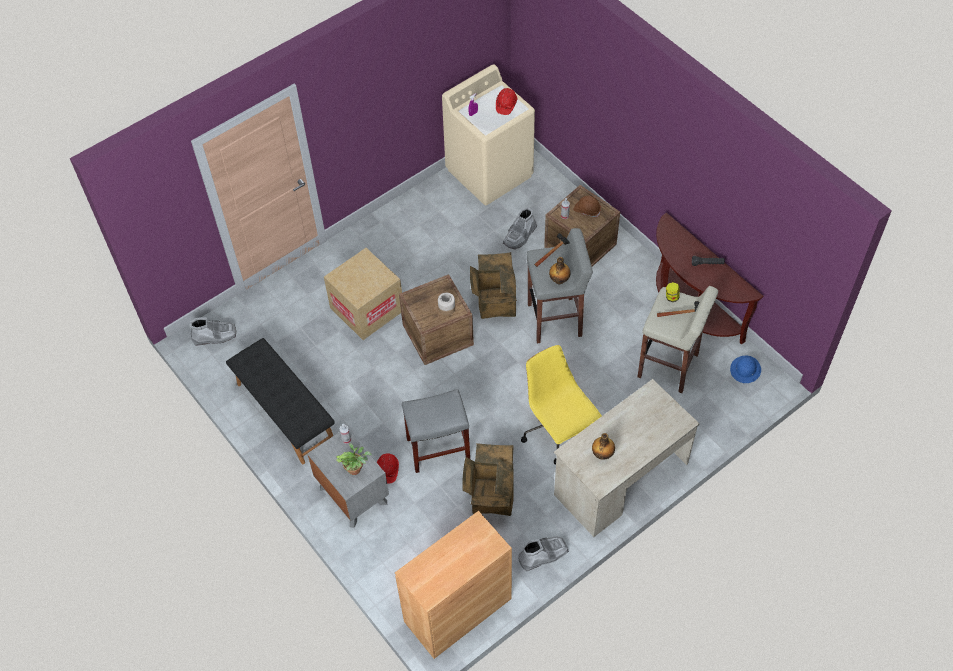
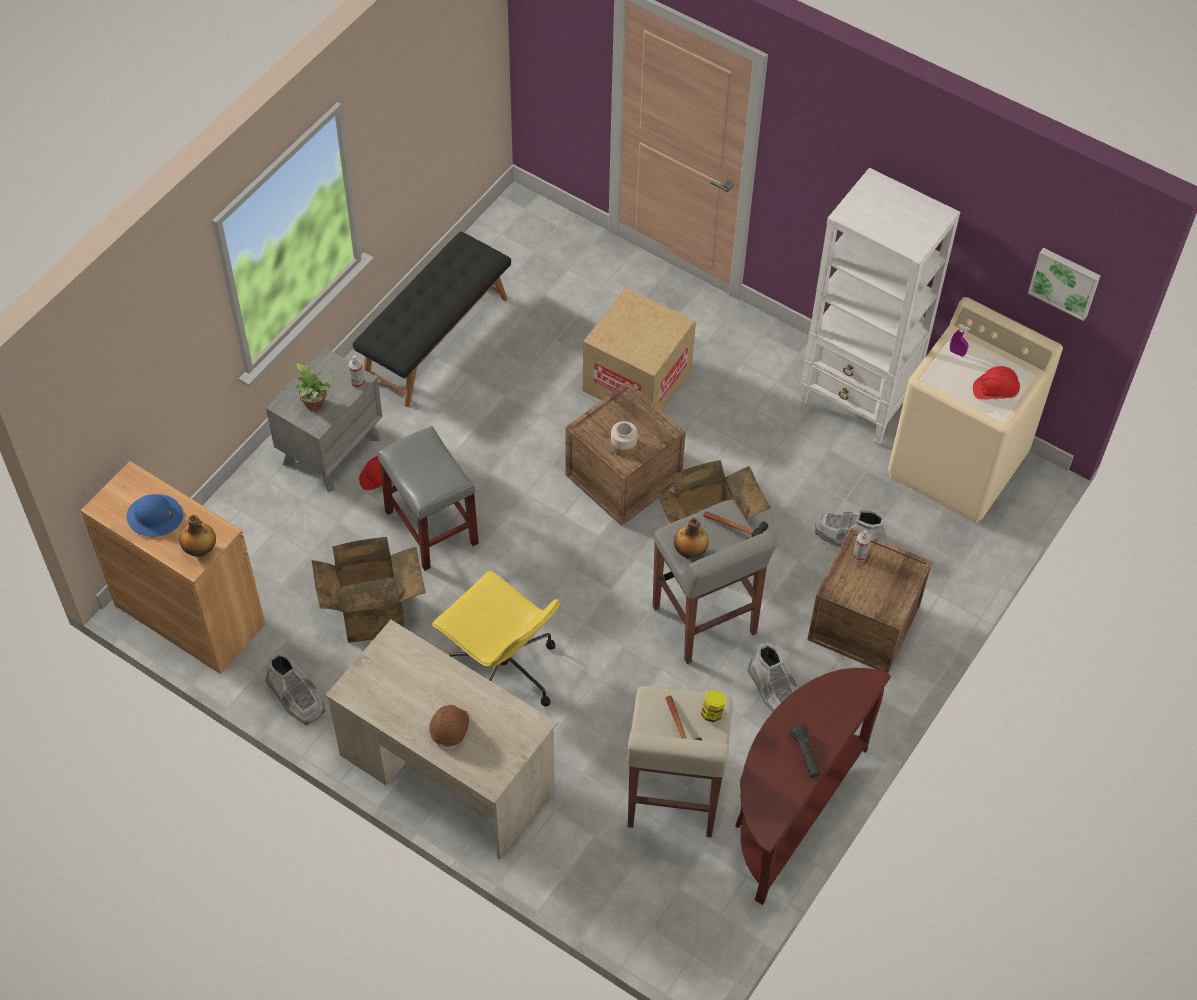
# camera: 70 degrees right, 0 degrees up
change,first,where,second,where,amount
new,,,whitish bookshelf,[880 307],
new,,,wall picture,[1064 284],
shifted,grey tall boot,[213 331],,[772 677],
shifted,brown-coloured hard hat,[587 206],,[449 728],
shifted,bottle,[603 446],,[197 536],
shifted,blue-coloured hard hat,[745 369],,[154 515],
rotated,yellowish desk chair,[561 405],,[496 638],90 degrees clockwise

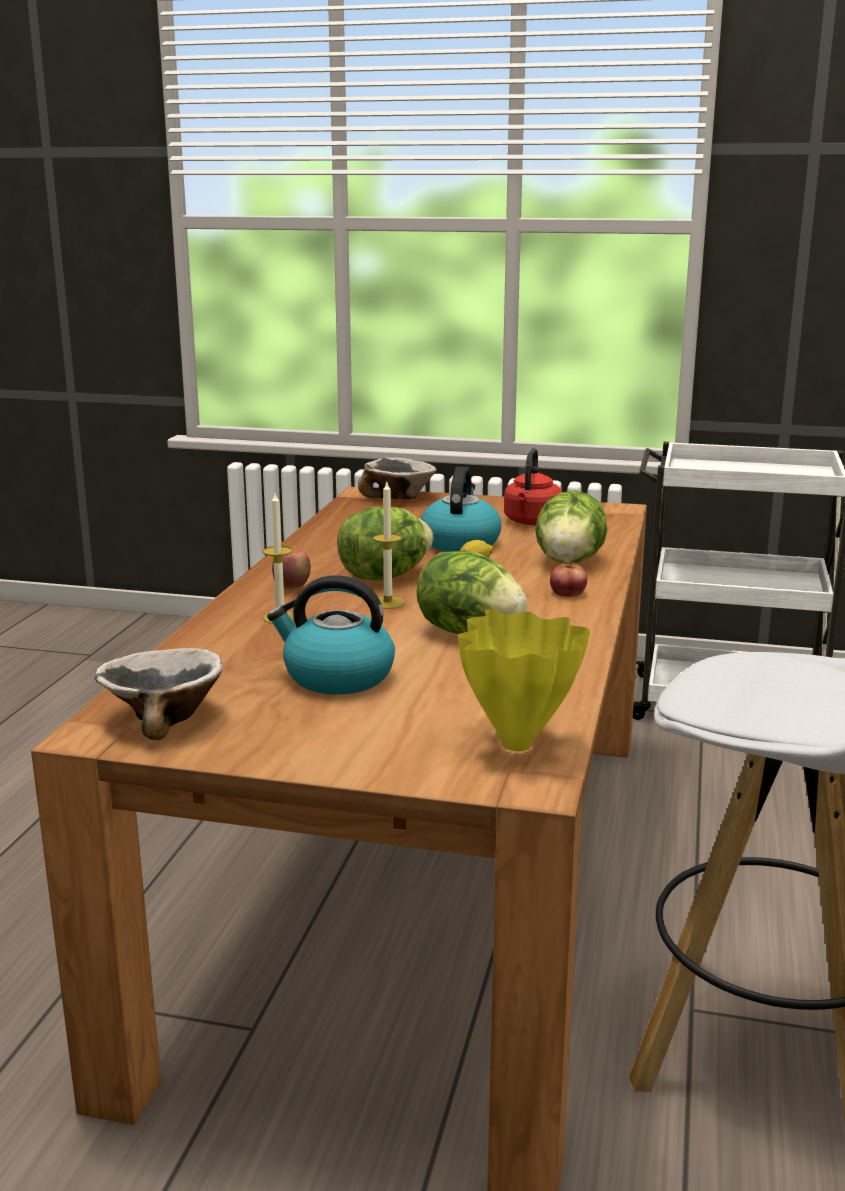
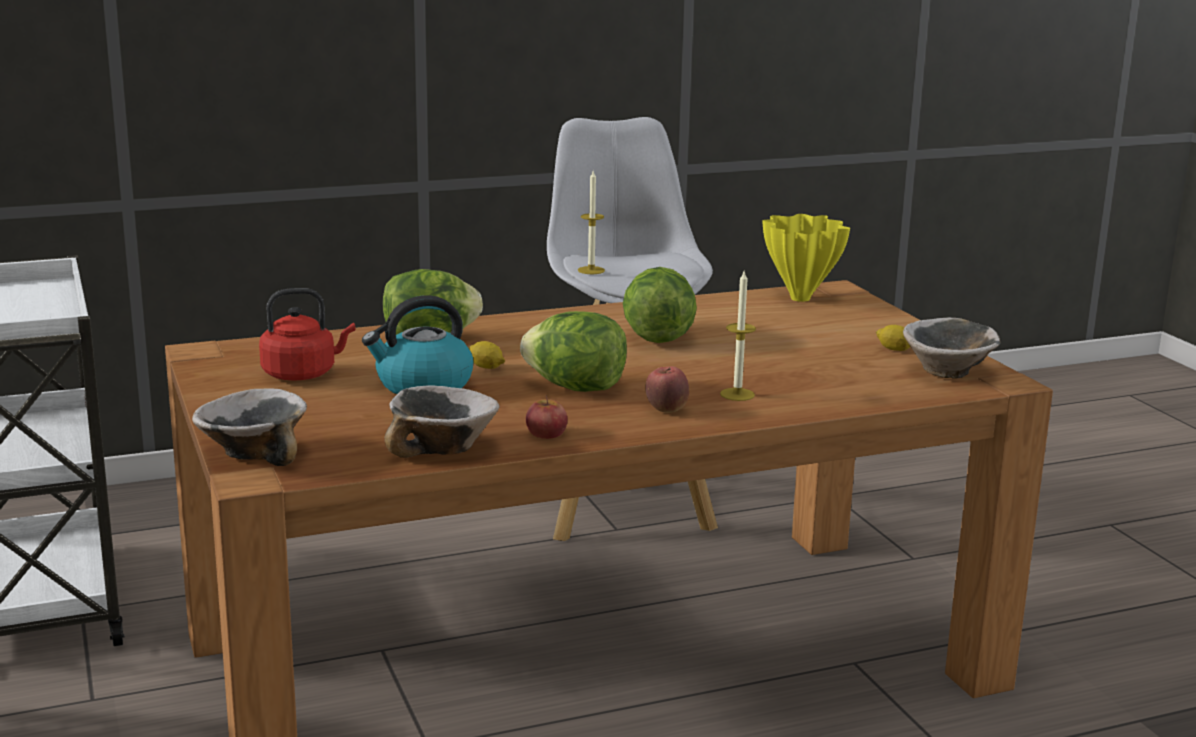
# camera: 125 degrees left, 0 degrees up
change,first,where,second,where,amount
gone,tea kettle,[331 635],,,
new,,,deep dish,[442 421],
new,,,citrus fruit,[893 338],
shifted,wax candle,[389 545],,[591 222],
shifted,apple,[568 578],,[547 417],

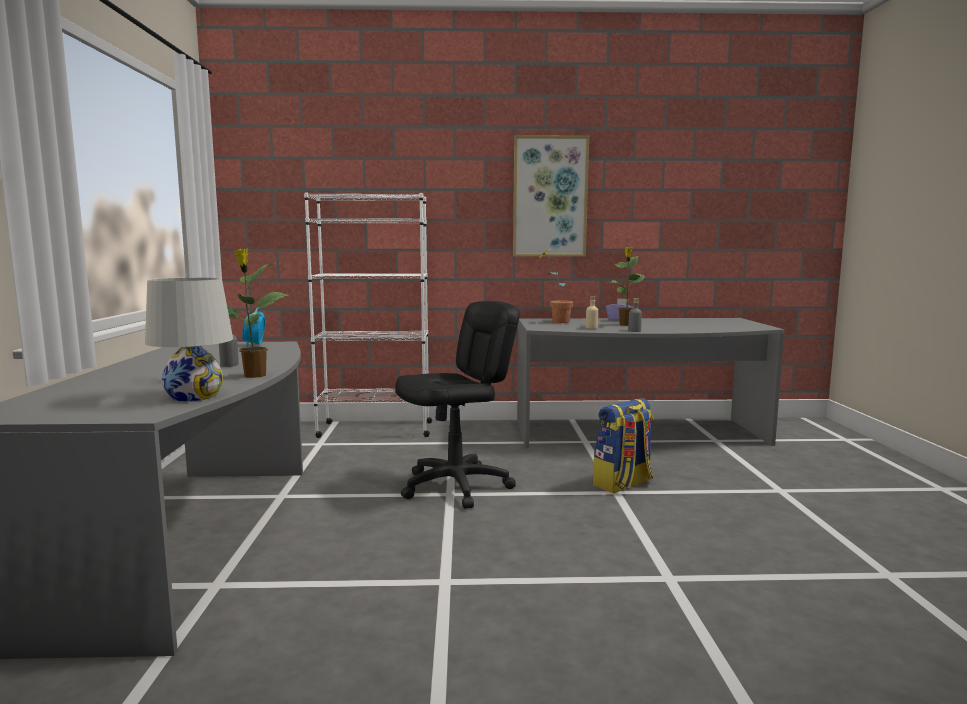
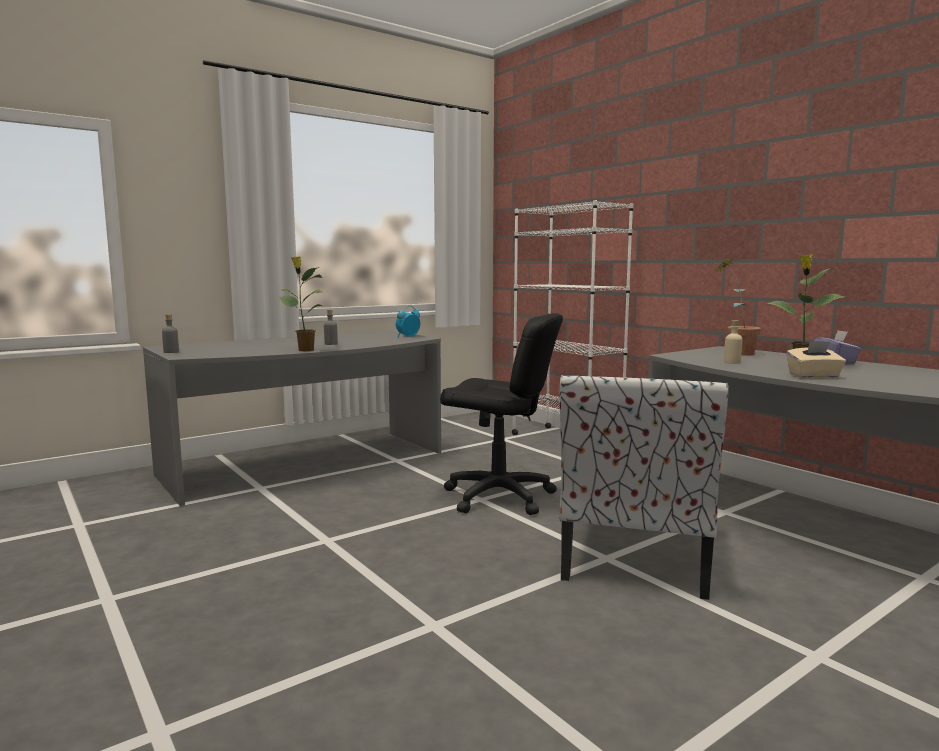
# camera: 55 degrees right, 0 degrees up
change,first,where,second,where,amount
gone,whitish table lamp,[189 339],,,
gone,wall picture,[551 196],,,
new,,,beige-coloured tissue holder,[816 360],
shifted,grey bottle,[635 315],,[170 333],
swapped,knapsack,[623 445],upright chair,[644 487],

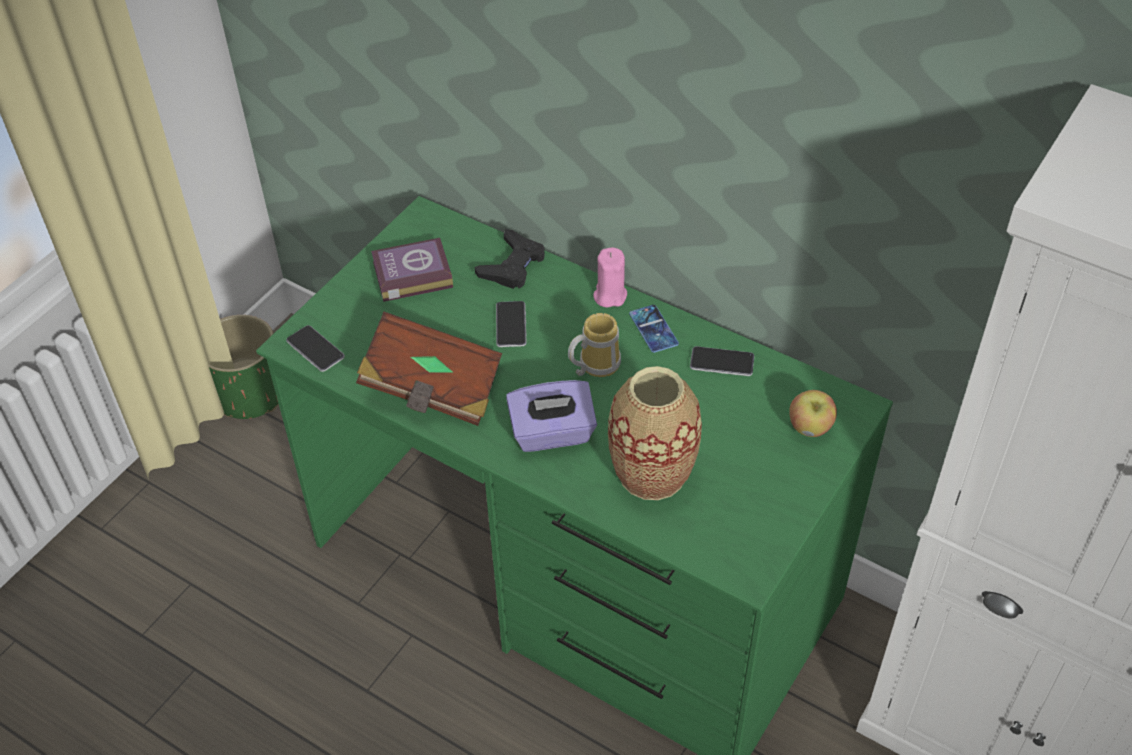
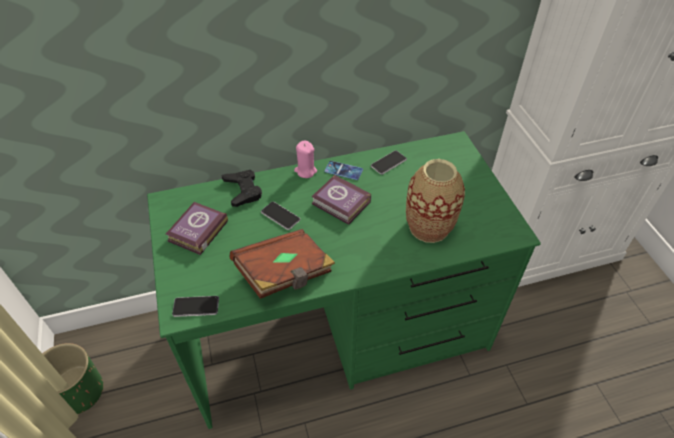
# camera: 50 degrees left, 0 degrees up
change,first,where,second,where,amount
gone,purple tissue holder,[551 416],,,
gone,apple,[813 413],,,
swapped,mug,[594 345],book,[341 200],

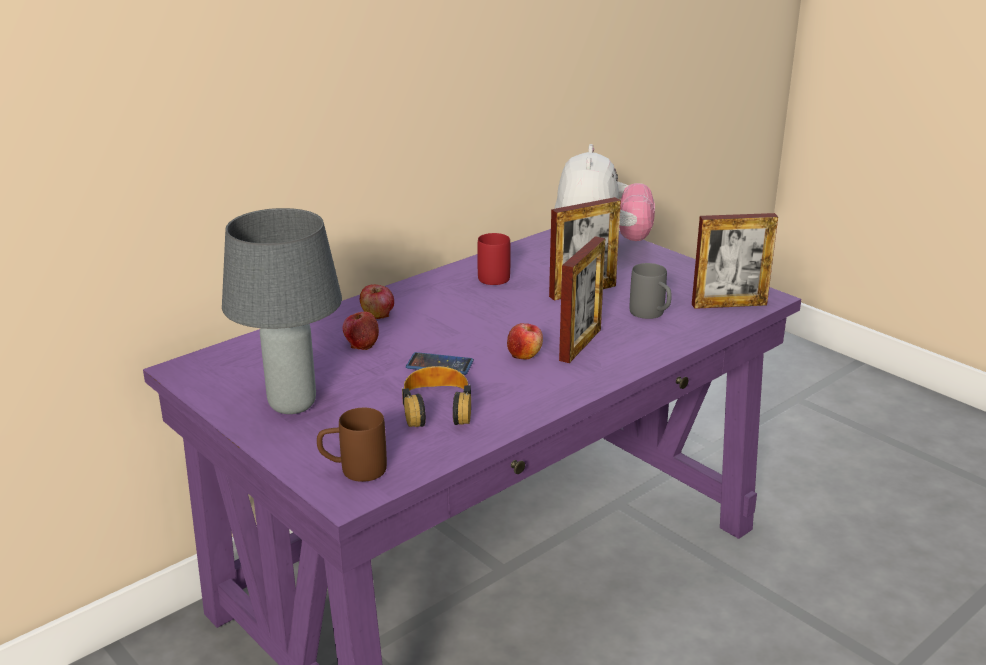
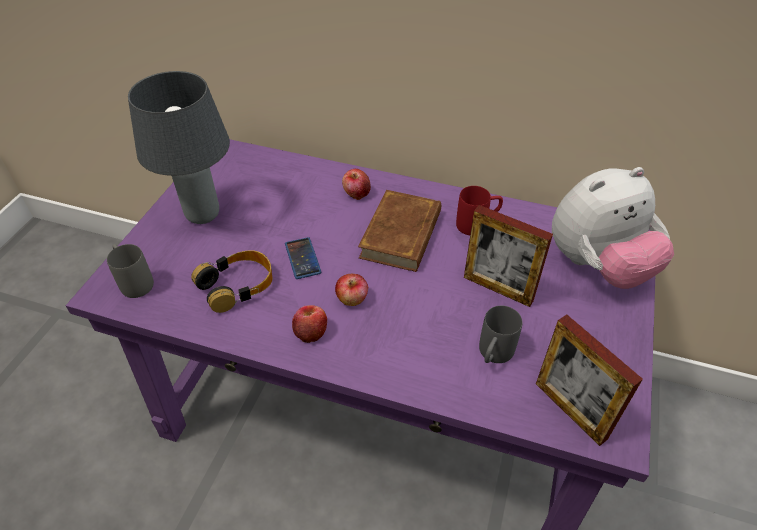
# camera: 60 degrees right, 20 degrees up
change,first,where,second,where,amount
gone,picture frame,[582 299],,,
new,,,brown-coloured book,[399 231],
shifted,apple,[360 330],,[309 324],
repainted,brown-coloured mug,[352 445],grey mug,[130 271],

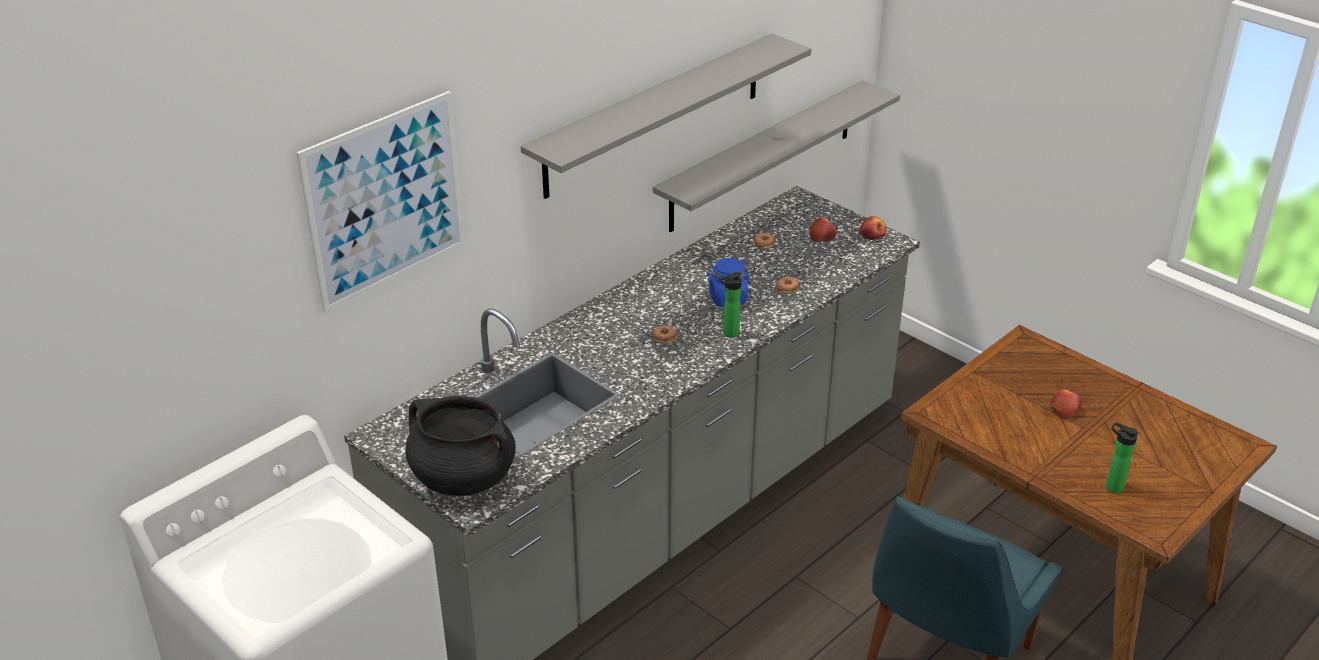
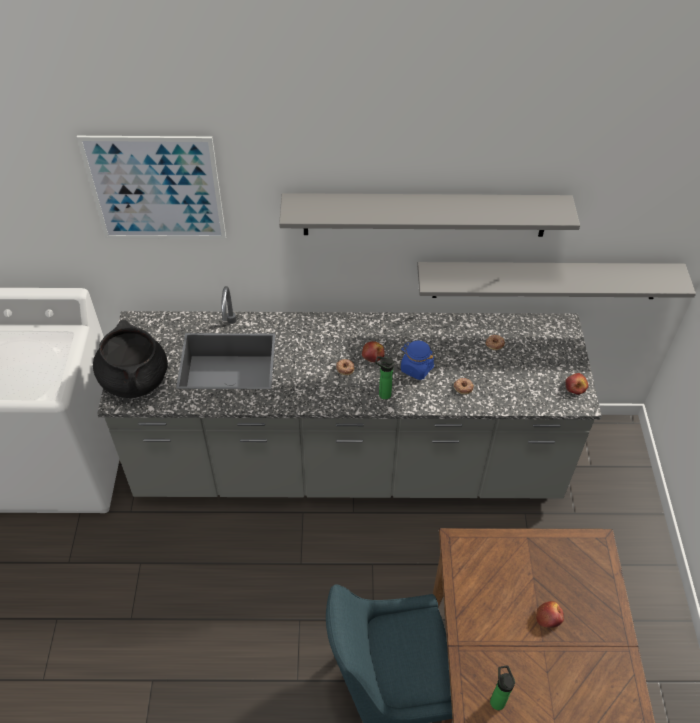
# camera: 45 degrees right, 15 degrees up
change,first,where,second,where,amount
shifted,apple,[823 230],,[373 351],

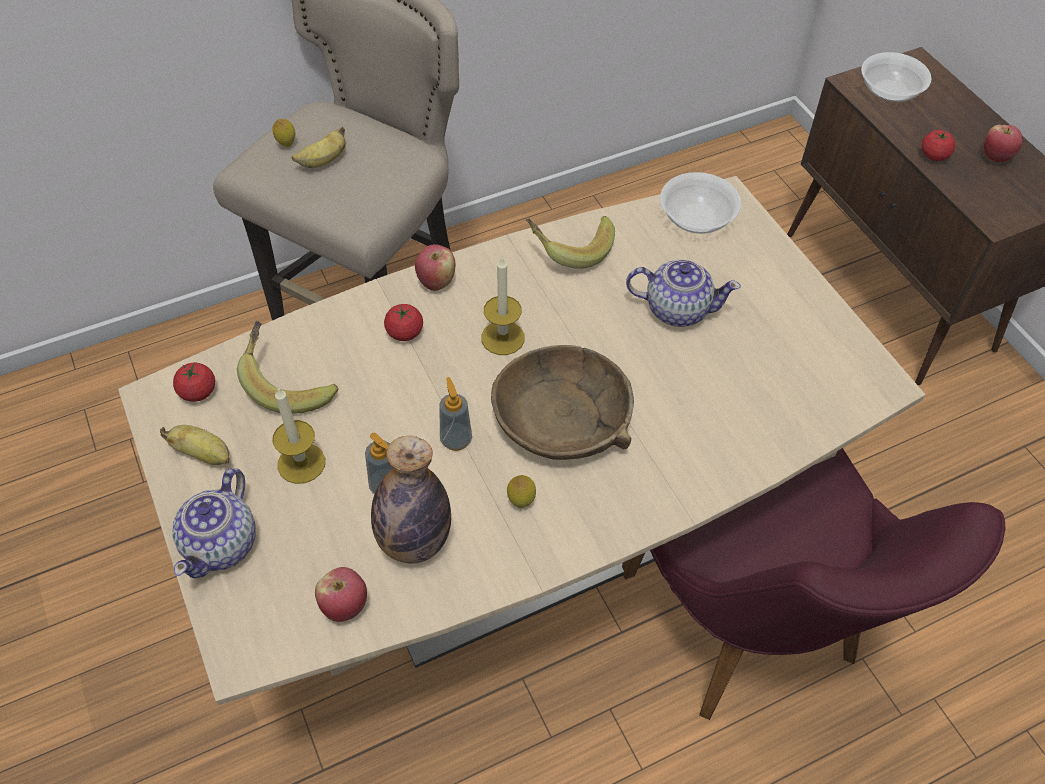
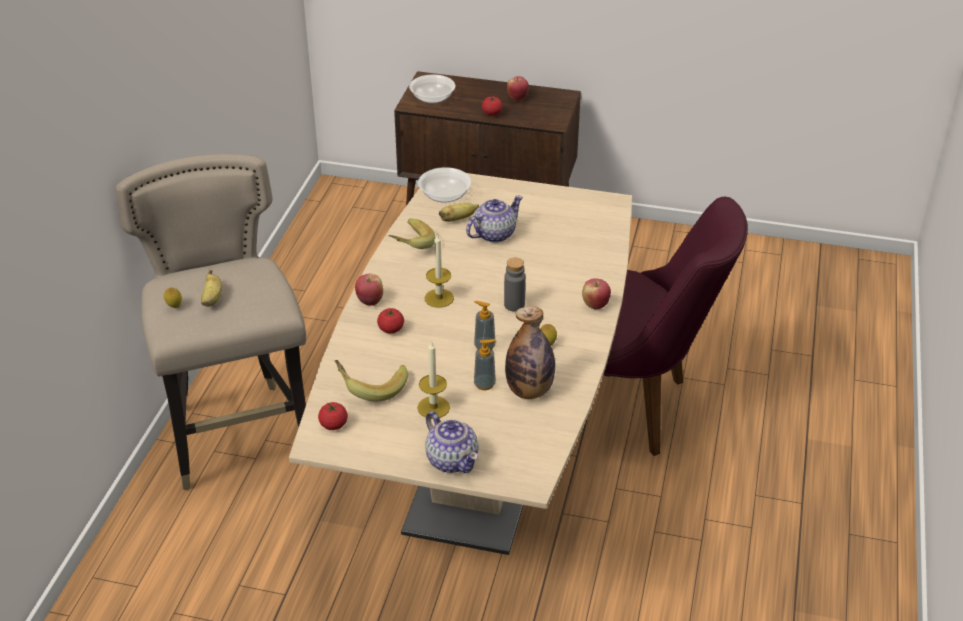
# camera: 50 degrees left, 15 degrees down
change,first,where,second,where,amount
shifted,whole banana,[195 445],,[459 212],
shifted,apple,[341 594],,[596 293],
swapped,brown-coloured deep dish,[562 402],grey bottle,[515 285],

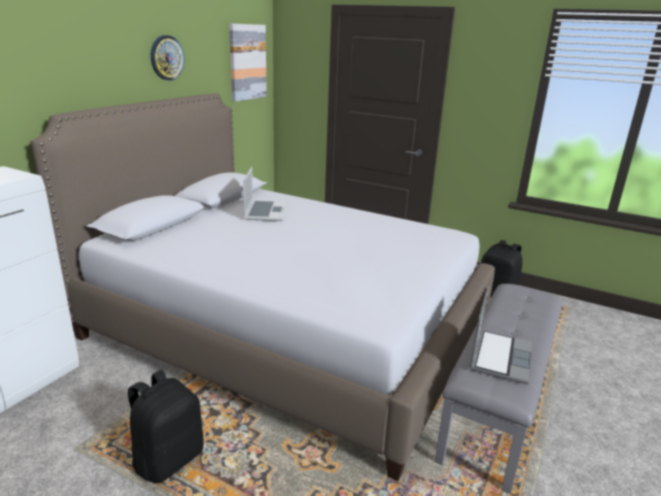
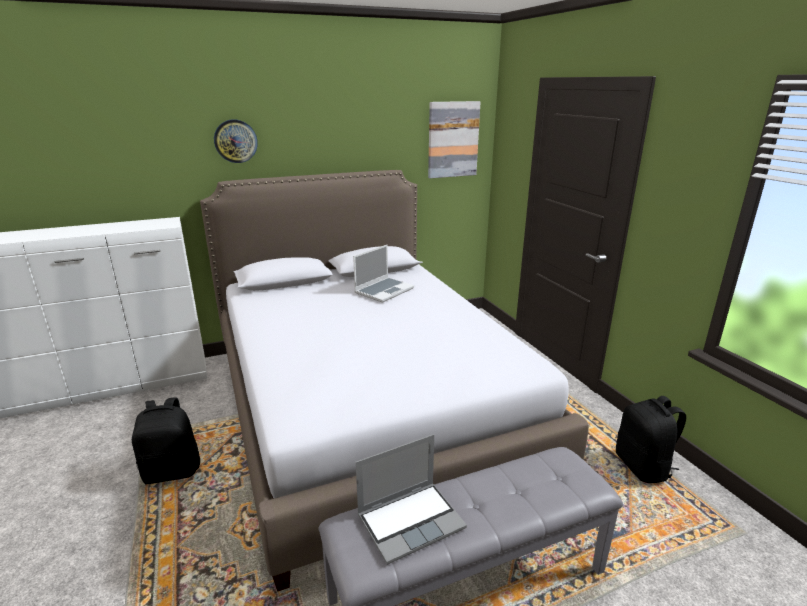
# camera: 40 degrees right, 0 degrees up
change,first,where,second,where,amount
shifted,wall clock,[167 58],,[236 141],

